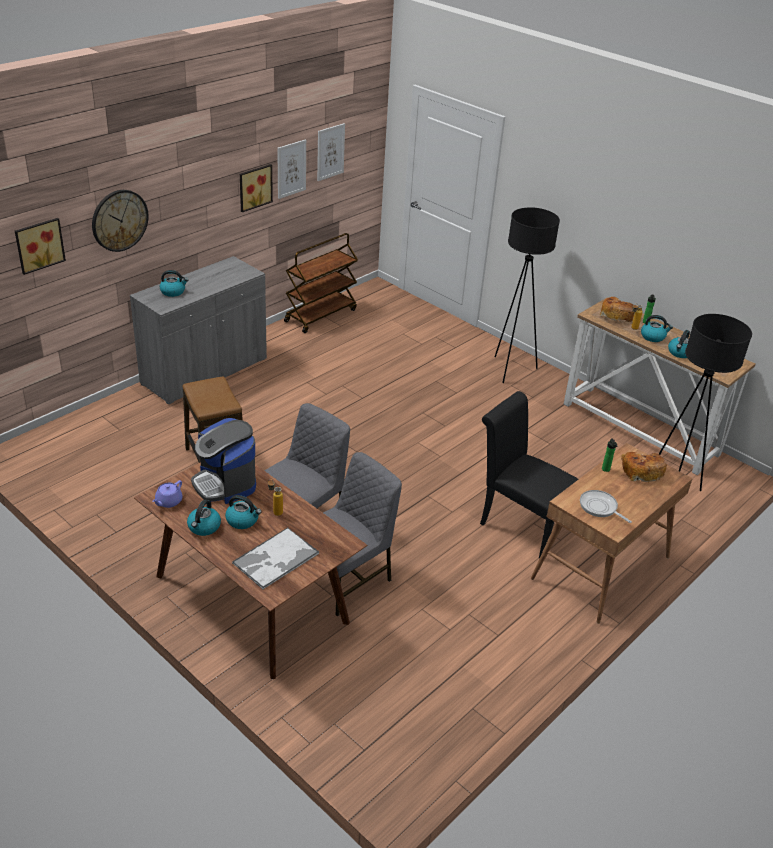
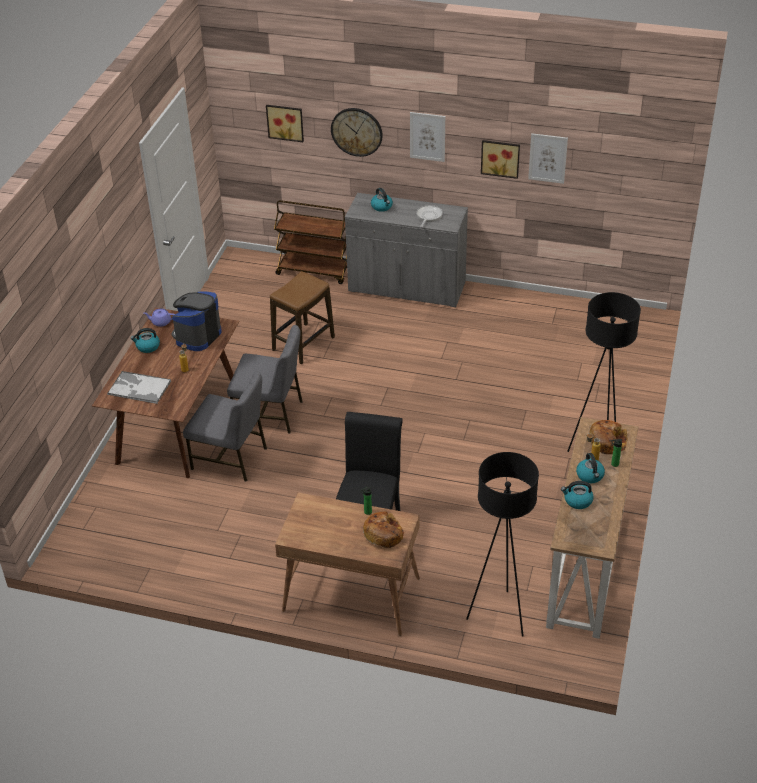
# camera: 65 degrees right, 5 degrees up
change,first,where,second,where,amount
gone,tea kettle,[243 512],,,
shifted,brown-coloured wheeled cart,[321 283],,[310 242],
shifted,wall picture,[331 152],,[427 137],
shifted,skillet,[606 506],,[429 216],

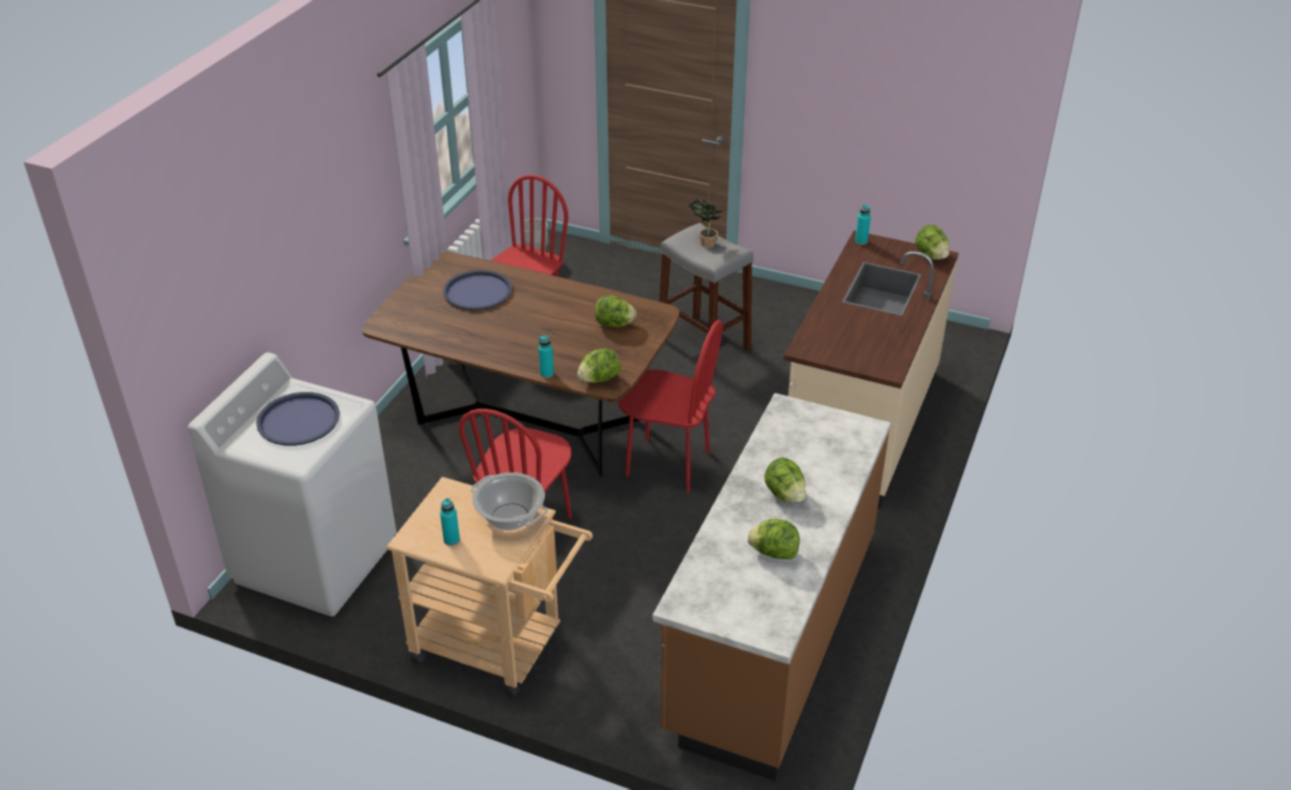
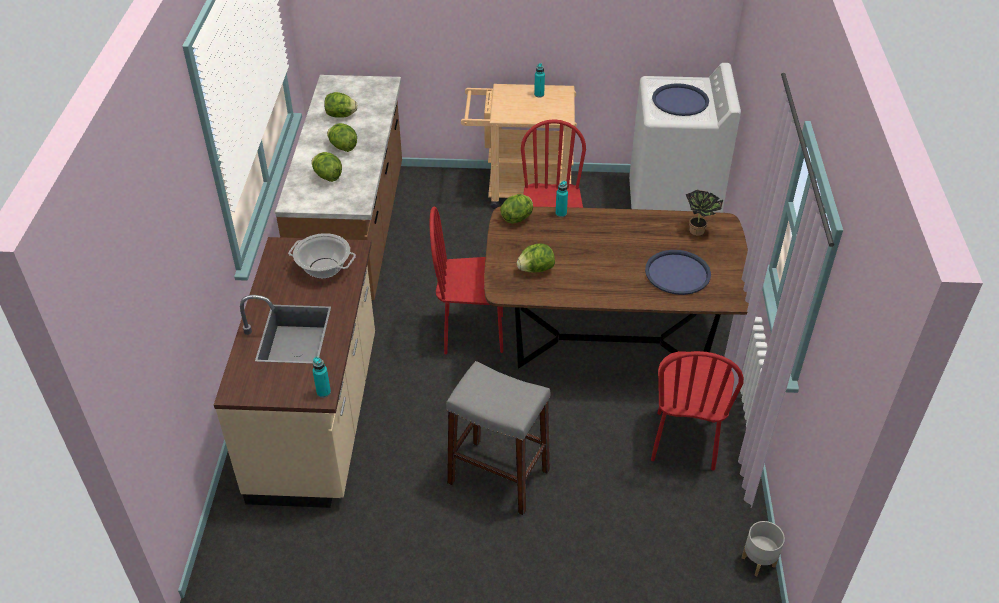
# camera: 160 degrees right, 5 degrees up
change,first,where,second,where,amount
shifted,stockpot,[509 501],,[322 255],
shifted,potted plant,[705 223],,[704 212],
shifted,lettuce,[932 242],,[326 167],

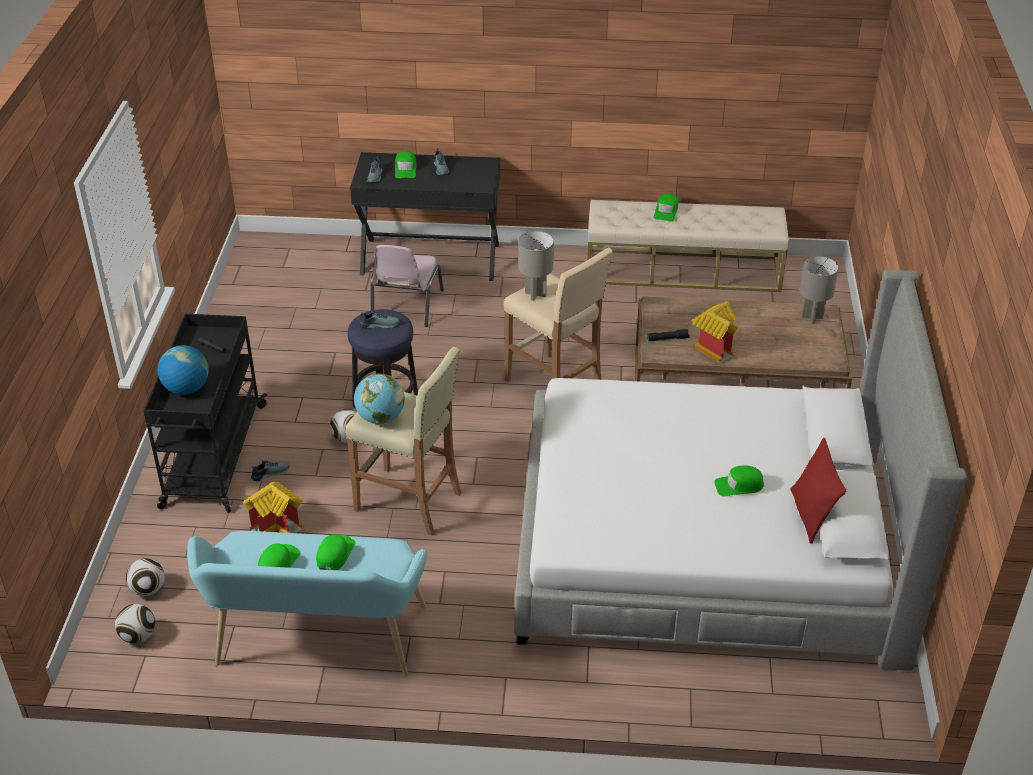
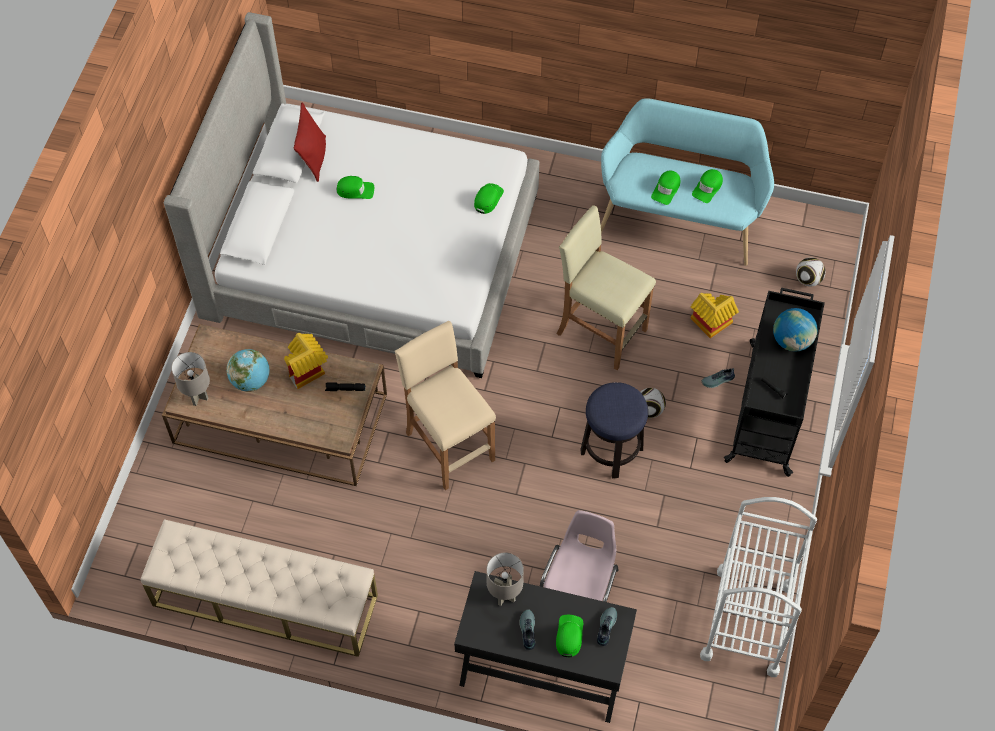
# camera: 170 degrees left, 20 degrees up
change,first,where,second,where,amount
gone,football ball,[135 623],,,
gone,low shoe,[379 319],,,
new,,,whitish wheeled cart,[758 587],
shifted,desk globe,[379 399],,[247 370],
shifted,grey table lamp,[536 266],,[505 579],
shifted,green-coloured baseball cap,[666 207],,[489 198],

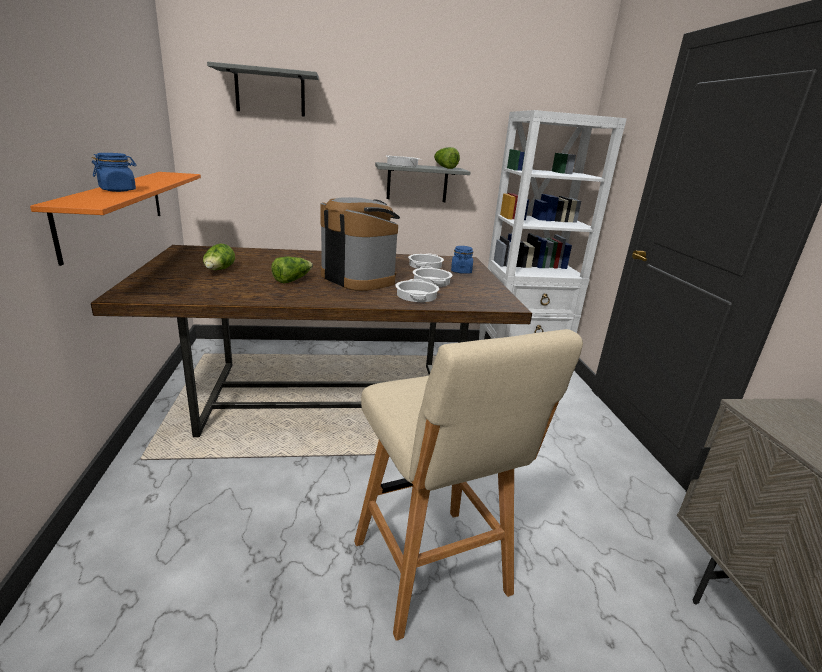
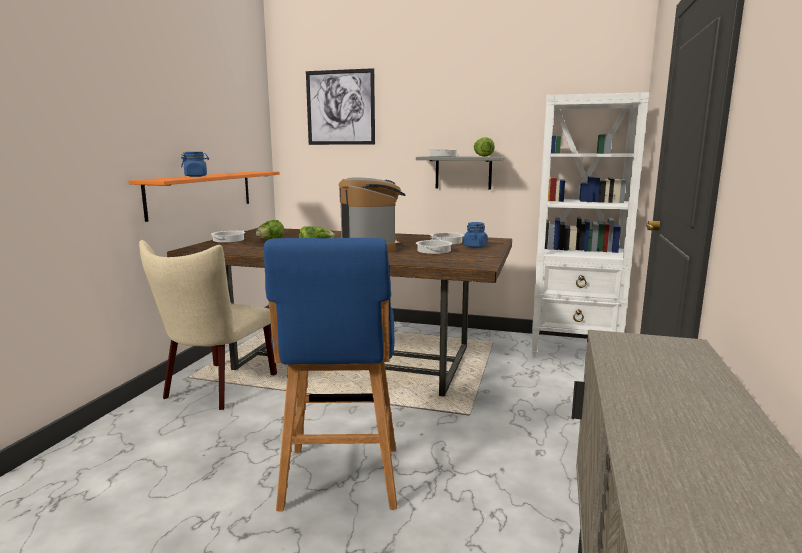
# camera: 25 degrees right, 10 degrees down
change,first,where,second,where,amount
new,,,beige-coloured upright chair,[208 325],
shifted,stockpot,[417 290],,[228 236],
swapped,grey wall shelf,[263 89],wall picture,[340 106],
repainted,beige-coloured stool,[468 485],blue-coloured stool,[330 374],

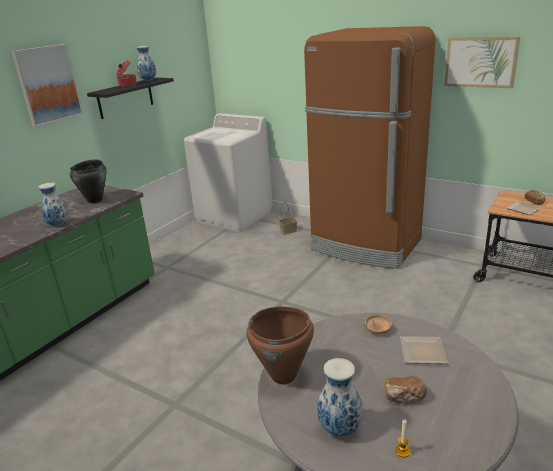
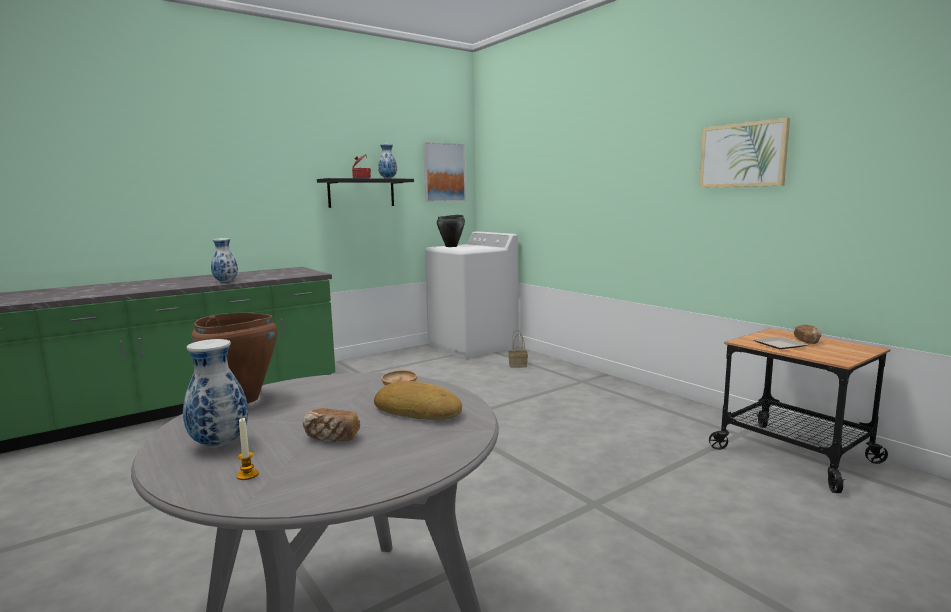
# camera: 20 degrees right, 15 degrees down
change,first,where,second,where,amount
gone,brown-coloured fridge,[369 147],,,
shifted,wall picture,[47 85],,[444 172],
shifted,black stockpot,[88 181],,[451 231],
swapped,dinner plate,[424 350],bread,[418 400],

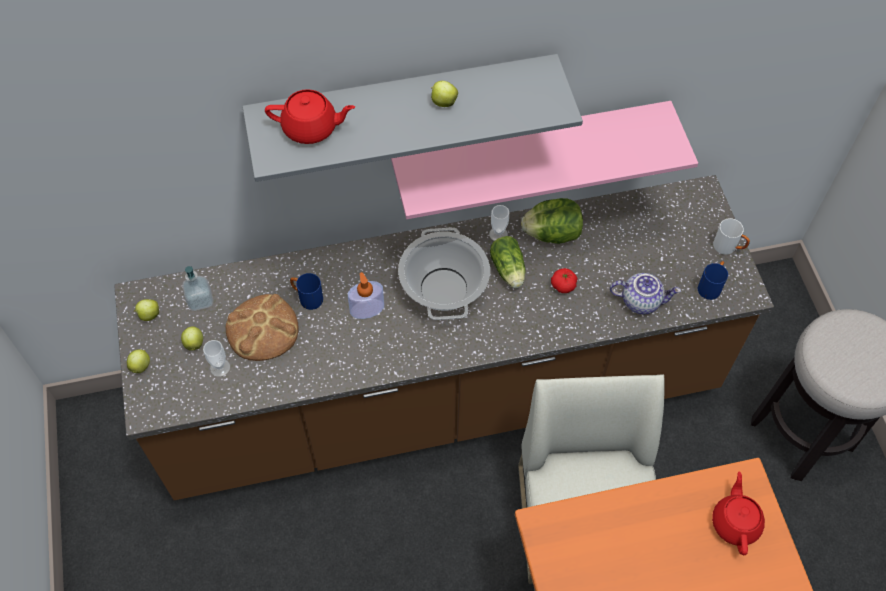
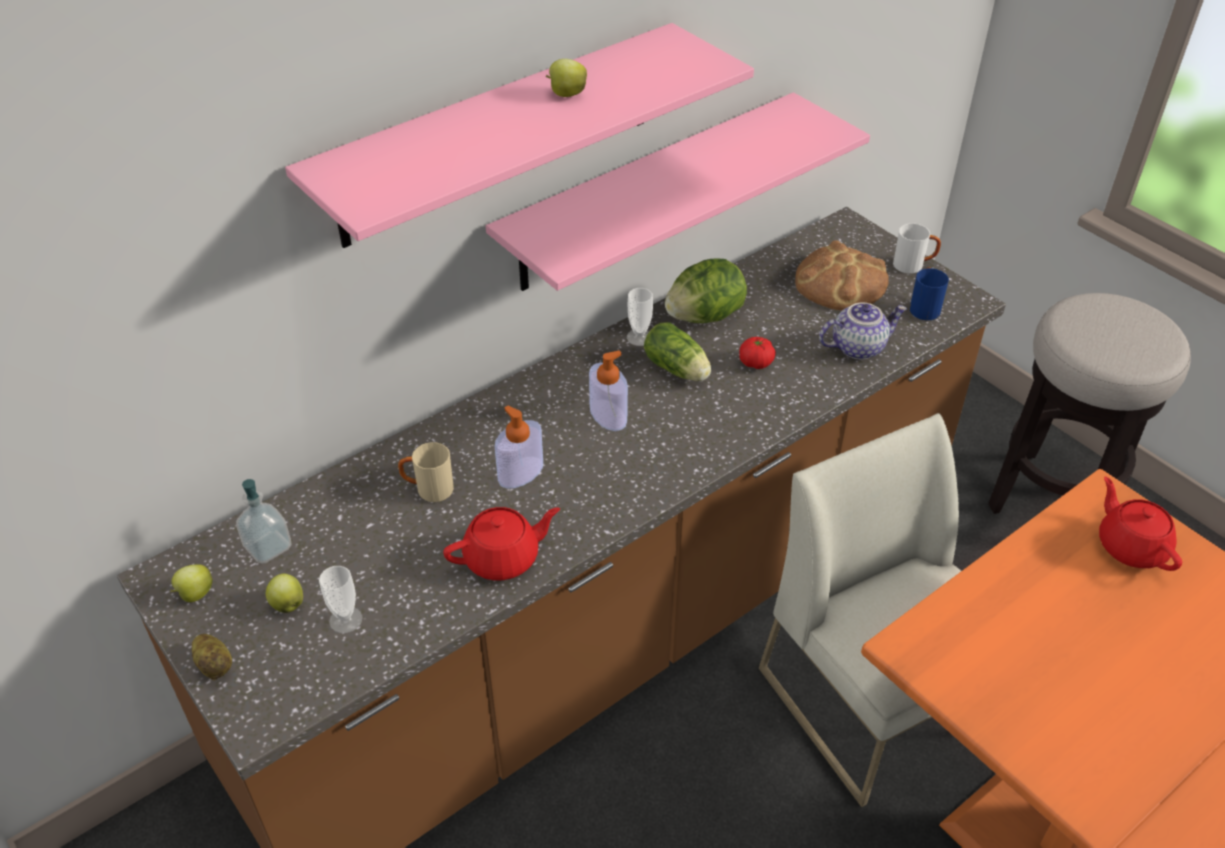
# camera: 25 degrees left, 15 degrees down
change,first,where,second,where,amount
shifted,bread,[262 327],,[841 275],
shifted,red teapot,[310 116],,[501 543],
swapped,apple,[138 361],whole potato,[212 657],
swapped,stockpot,[444 274],liquid soap bottle,[608 391],
repainted,grey wall shelf,[412 118],pink wall shelf,[519 135],
repainted,blue-coloured mug,[306 291],beige-coloured mug,[426 472],

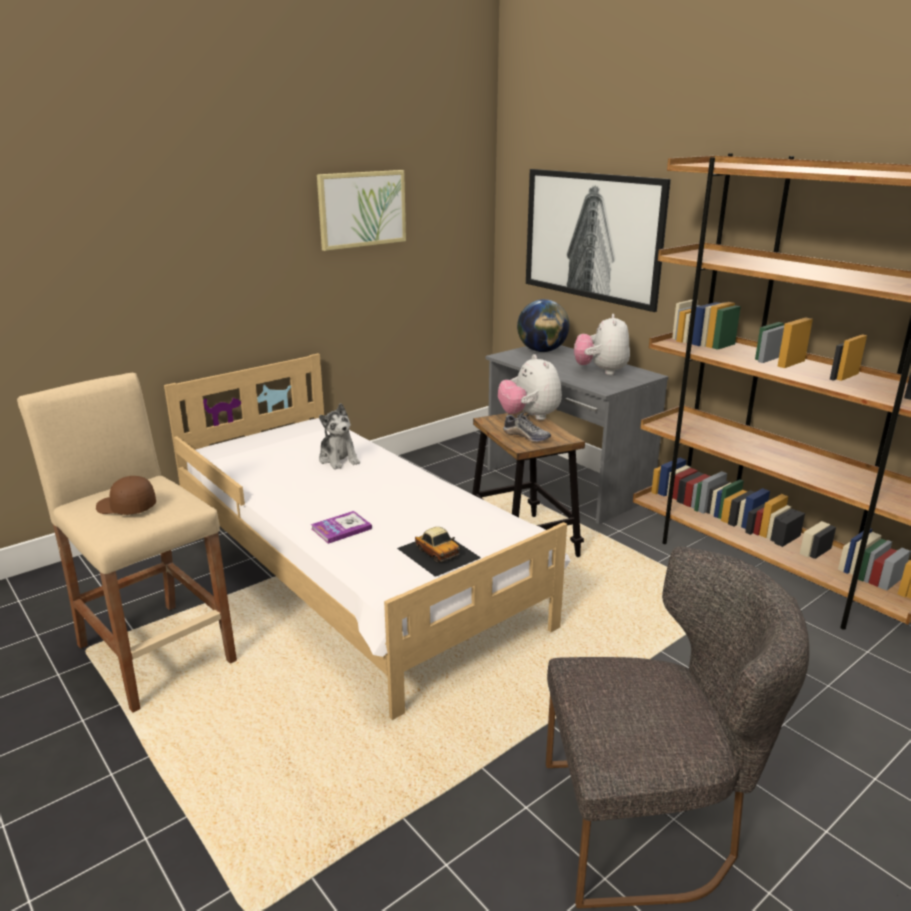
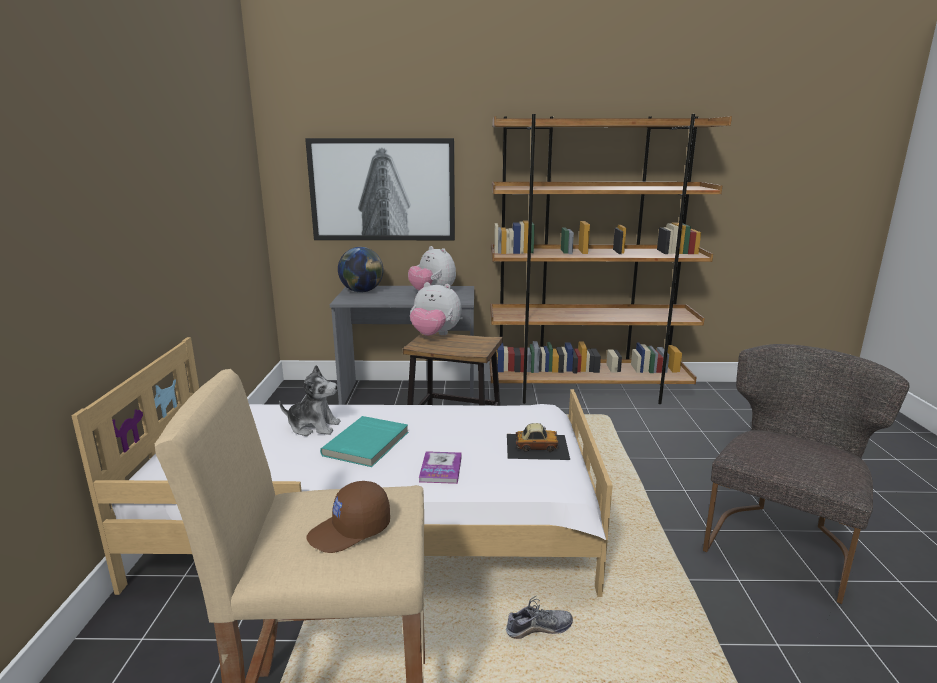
# camera: 50 degrees left, 5 degrees down
change,first,where,second,where,amount
gone,wall picture,[361 210],,,
new,,,blue-green book,[364 441],
shifted,low shoe,[527 426],,[539 617],

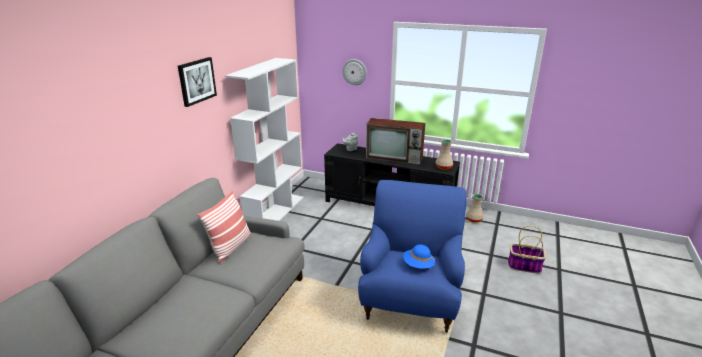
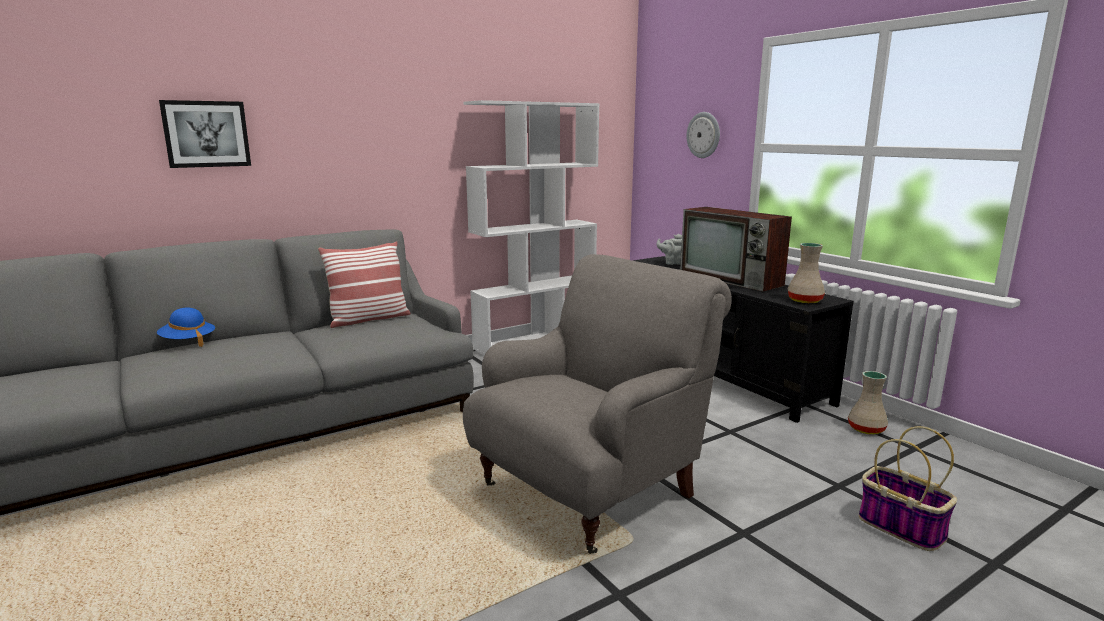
# camera: 35 degrees right, 10 degrees down
change,first,where,second,where,amount
shifted,wall picture,[197 82],,[205 134],
shifted,blue-coloured wearable hat,[419 256],,[186 327],
repainted,blue-coloured easy chair,[412 256],grey easy chair,[597 404],

